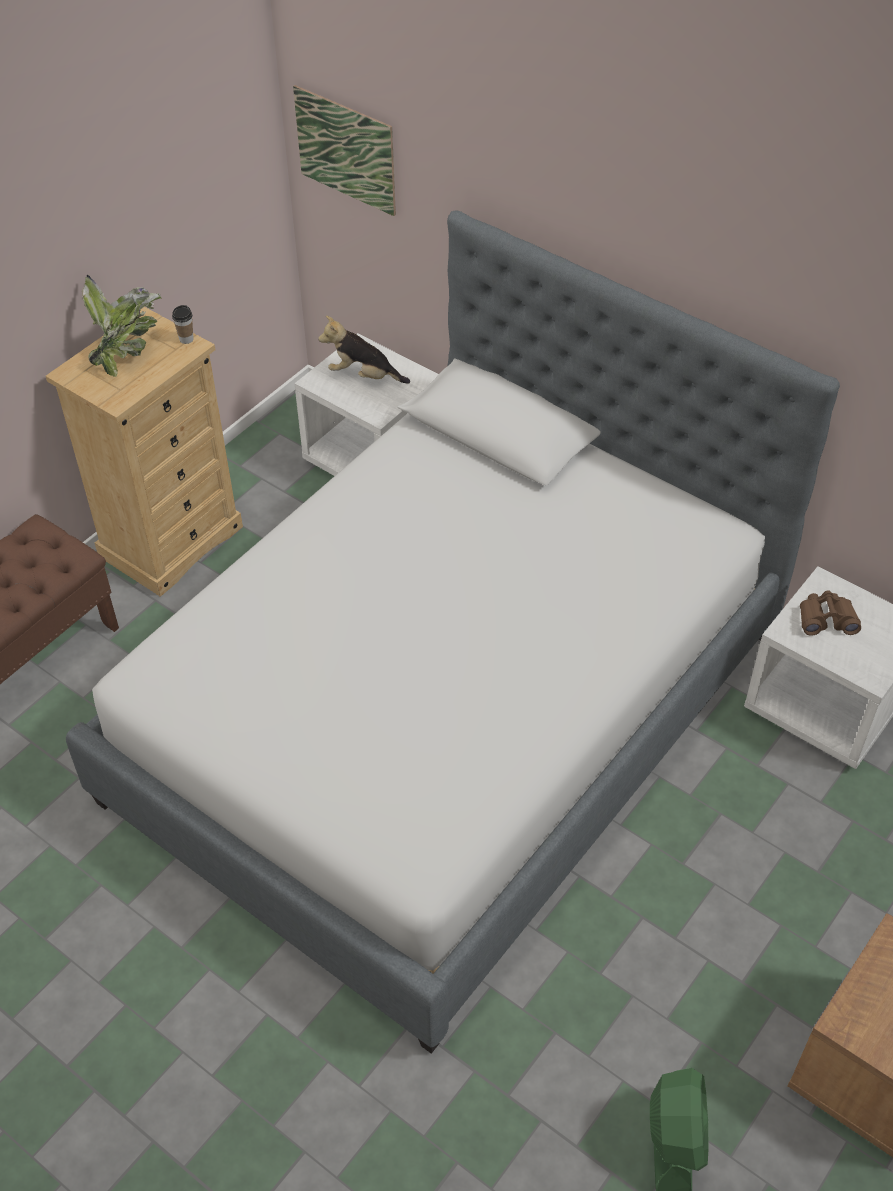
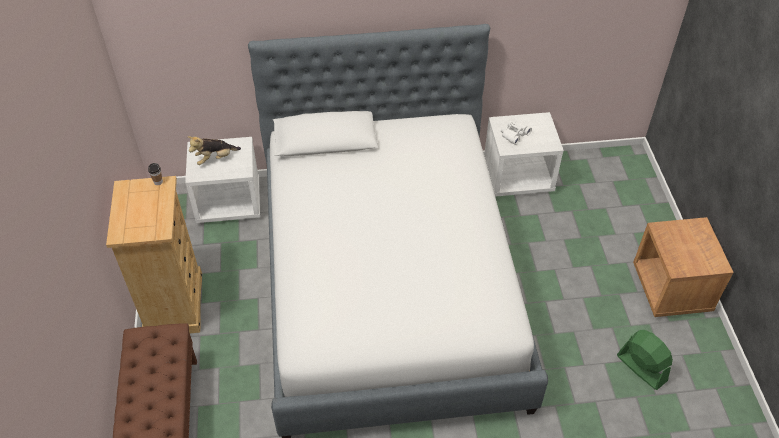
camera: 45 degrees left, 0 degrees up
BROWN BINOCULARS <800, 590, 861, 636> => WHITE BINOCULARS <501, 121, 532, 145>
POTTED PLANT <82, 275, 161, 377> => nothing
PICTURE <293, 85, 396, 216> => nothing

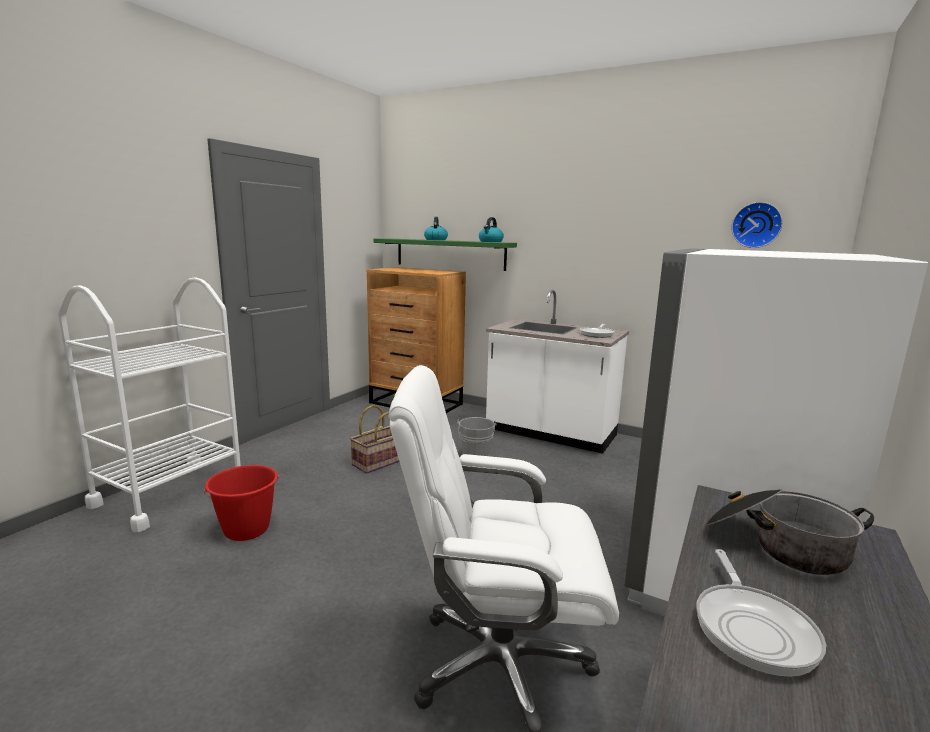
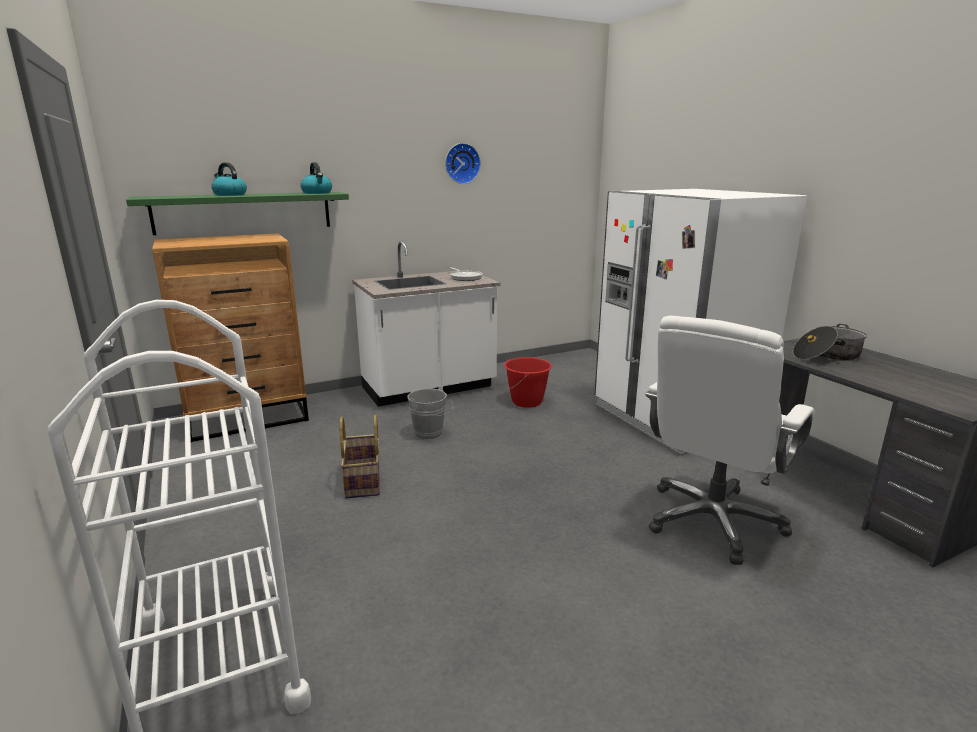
camera: 55 degrees left, 5 degrees up
WALL CLOCK <731, 202, 783, 248> => WALL CLOCK <445, 143, 481, 184>, move
RED BUCKET <204, 465, 279, 541> => RED BUCKET <504, 357, 552, 408>, move
FRYING PAN <696, 549, 826, 676> => nothing

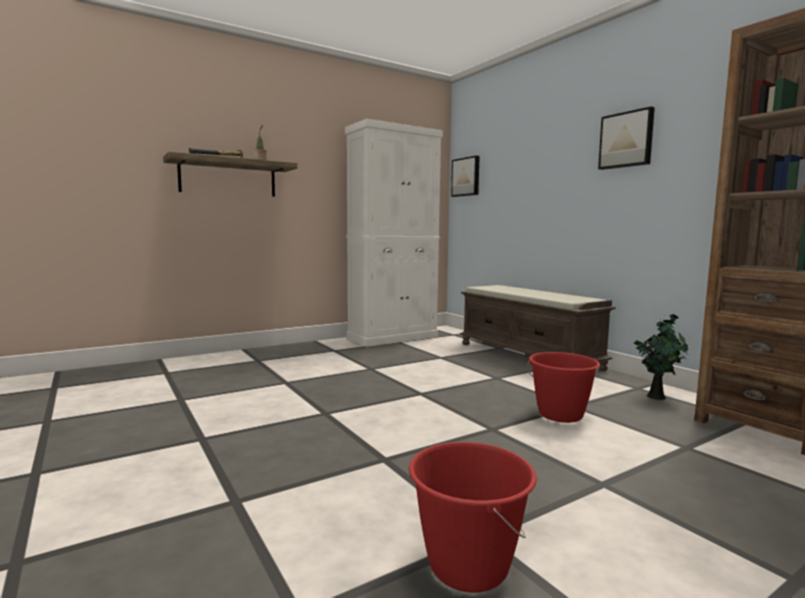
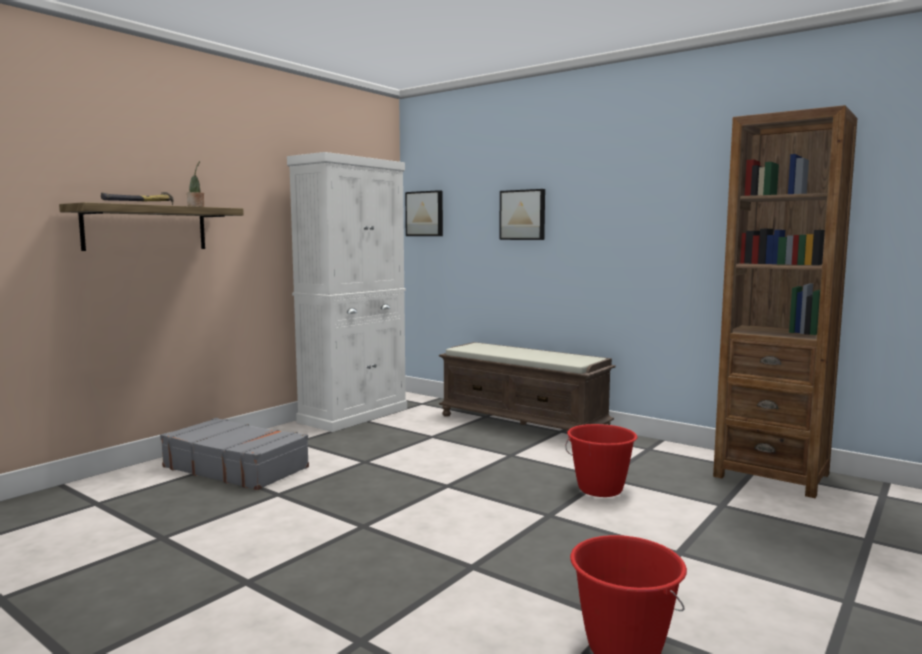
camera: 20 degrees left, 0 degrees up
nothing => GREY SUITCASE <160, 418, 309, 490>
PICTURE <598, 106, 655, 170> => PICTURE <499, 189, 545, 240>, move
POTTED PLANT <634, 314, 688, 400> => nothing

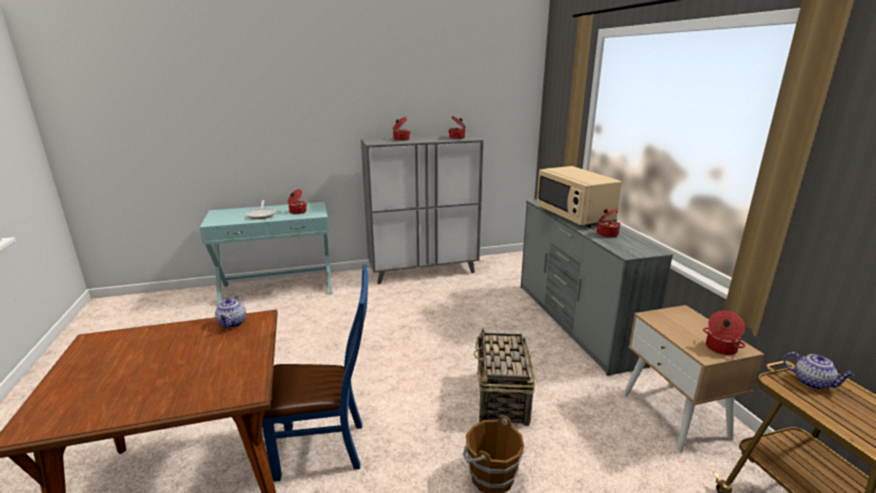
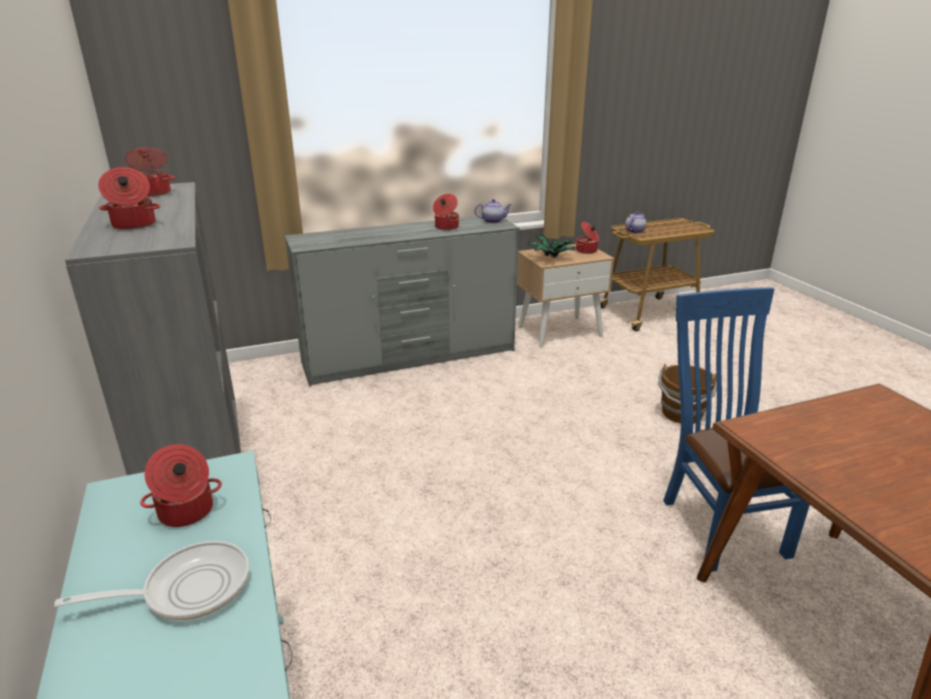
camera: 95 degrees left, 5 degrees up
TEAPOT <215, 295, 246, 328> => TEAPOT <475, 199, 512, 223>, move
nothing => POTTED PLANT <526, 235, 576, 258>
BASKET <474, 328, 535, 426> => nothing
BEIGE MICROWAVE <536, 166, 622, 228> => nothing

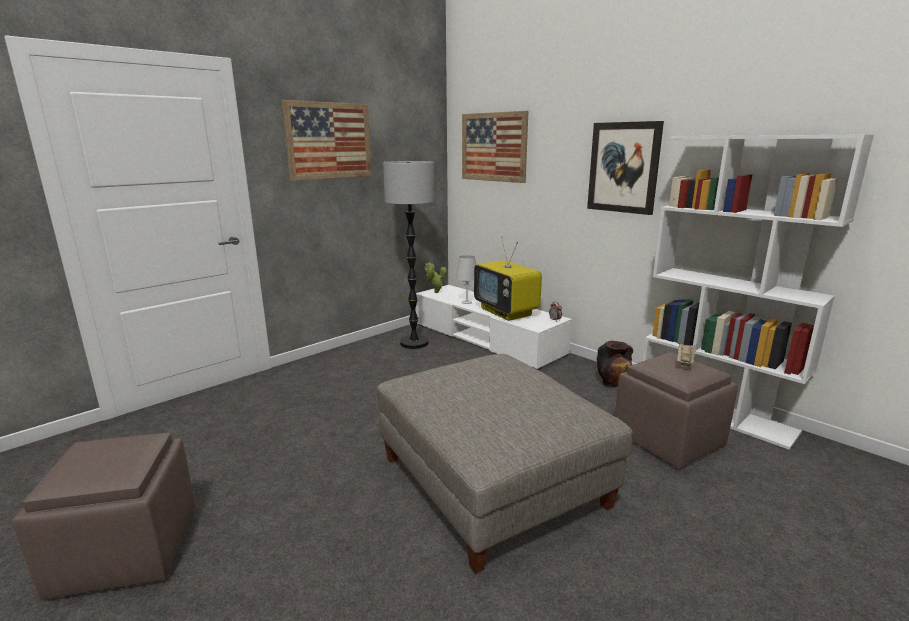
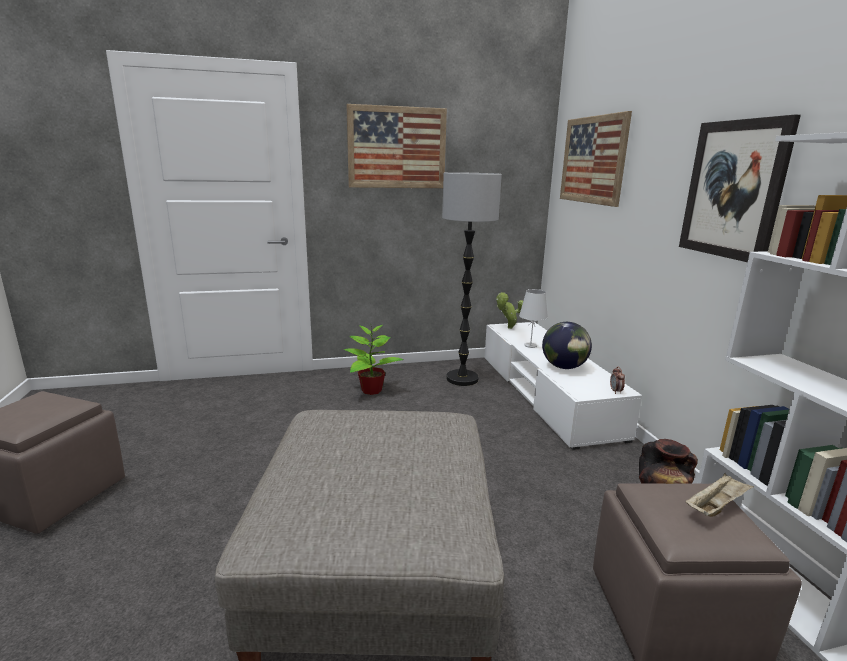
camera: 30 degrees right, 0 degrees up
nothing => POTTED PLANT <344, 323, 404, 395>
TELEVISION <474, 237, 542, 321> => GLOBE <542, 322, 592, 369>

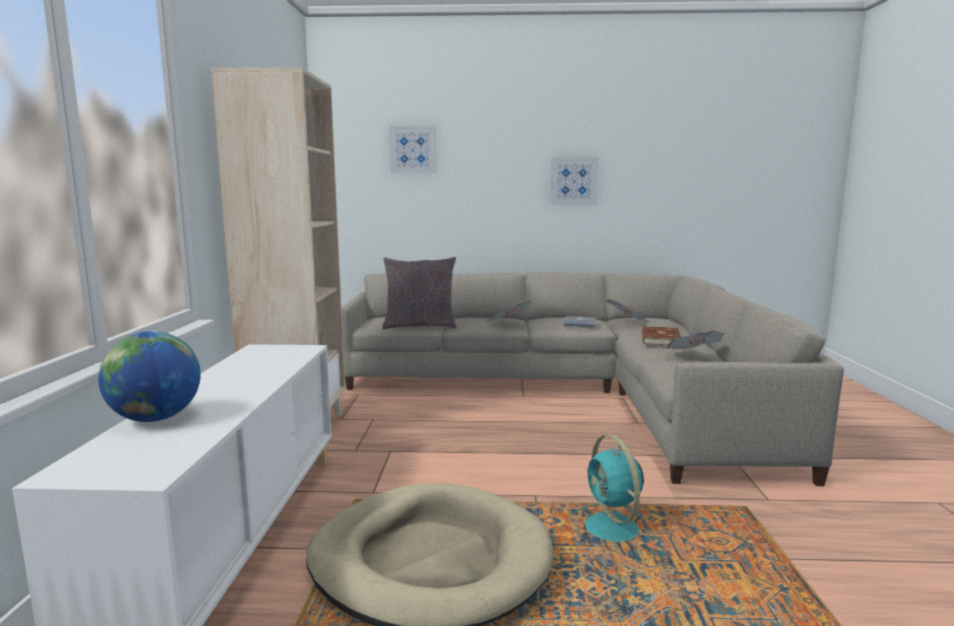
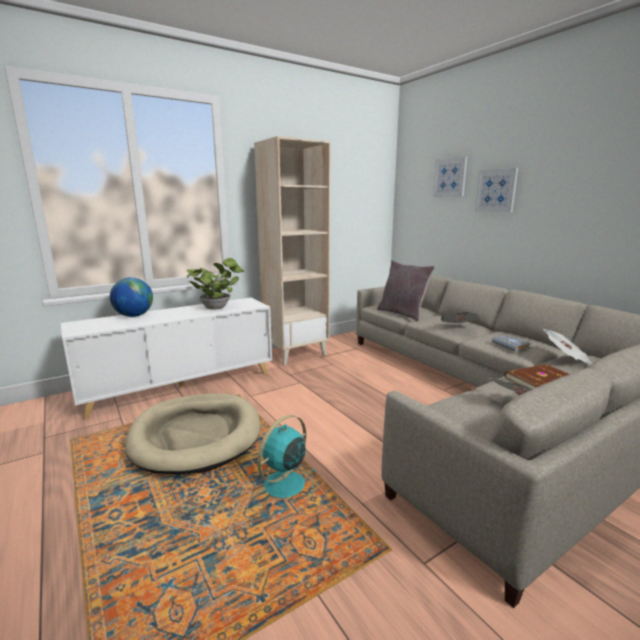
camera: 55 degrees right, 5 degrees up
nothing => POTTED PLANT <187, 258, 244, 310>
PICTURE <550, 157, 599, 205> => PICTURE <475, 168, 518, 212>, move

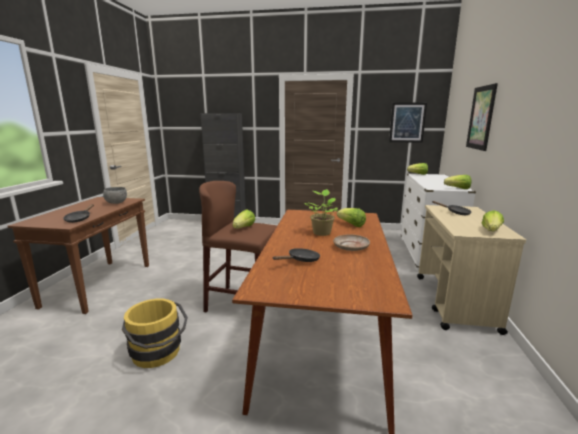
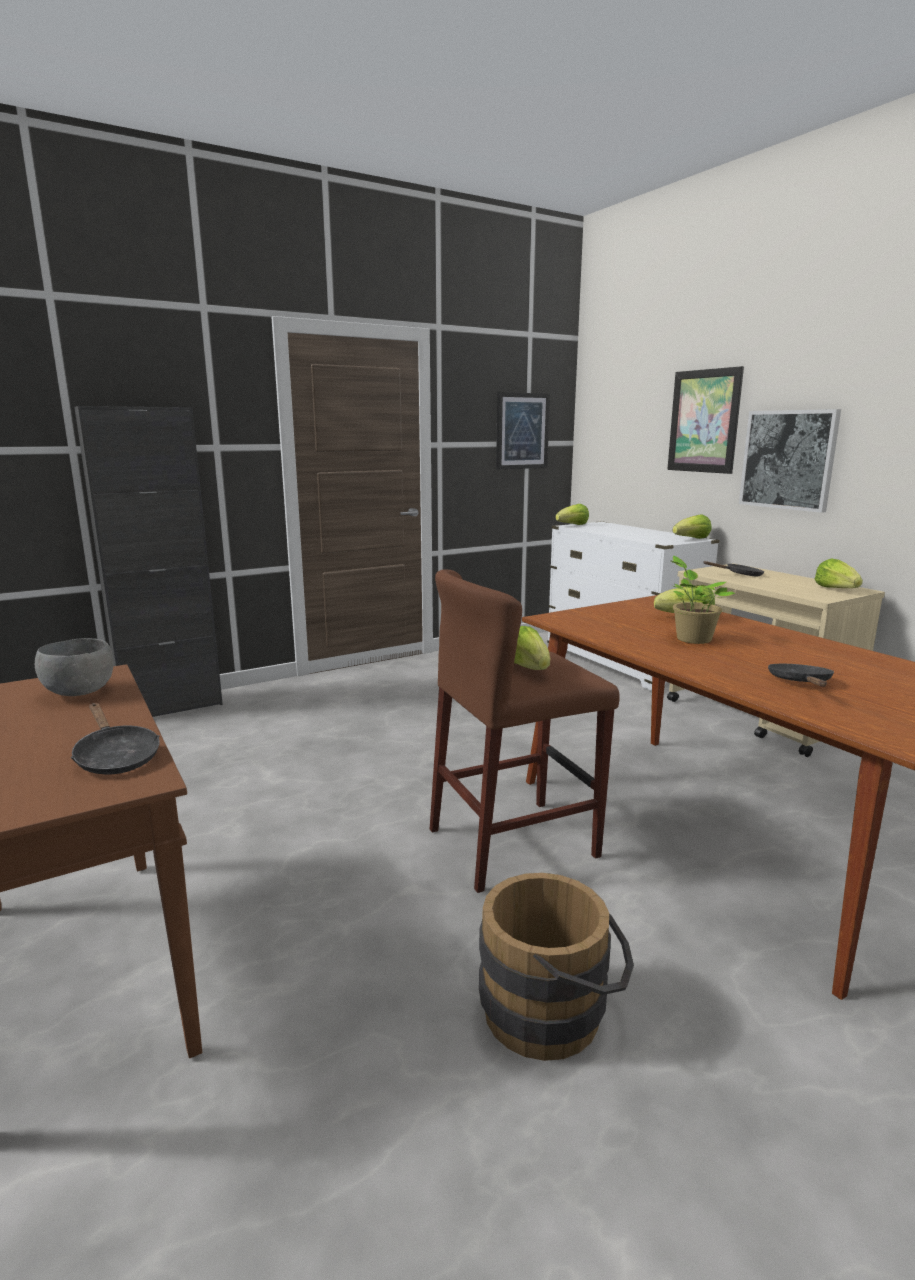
camera: 40 degrees left, 0 degrees up
YELLOW BUCKET <122, 299, 188, 368> => BROWN BUCKET <479, 873, 634, 1061>
nothing => PICTURE <739, 409, 841, 513>
BEIGE PLATE <333, 234, 370, 251> => nothing

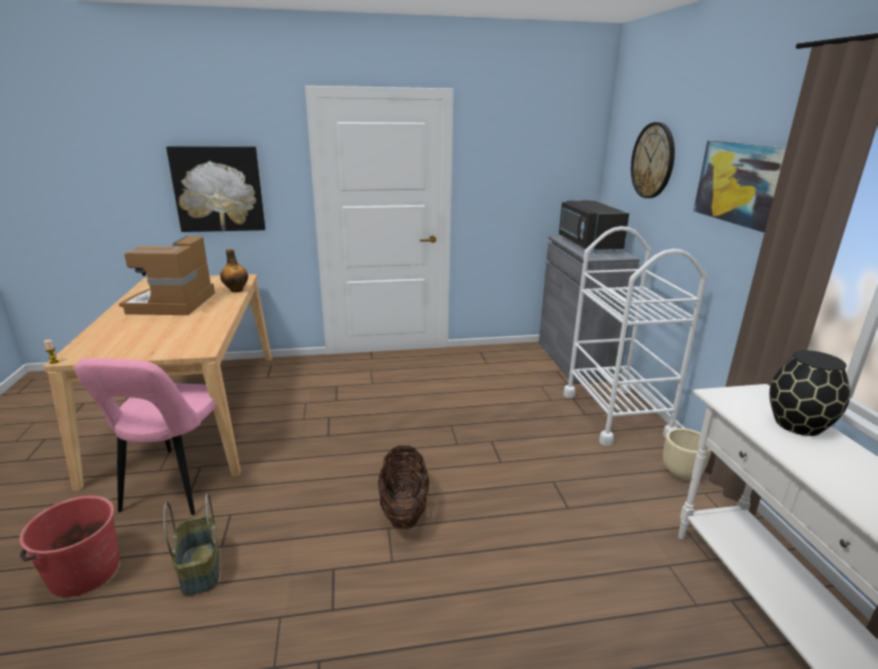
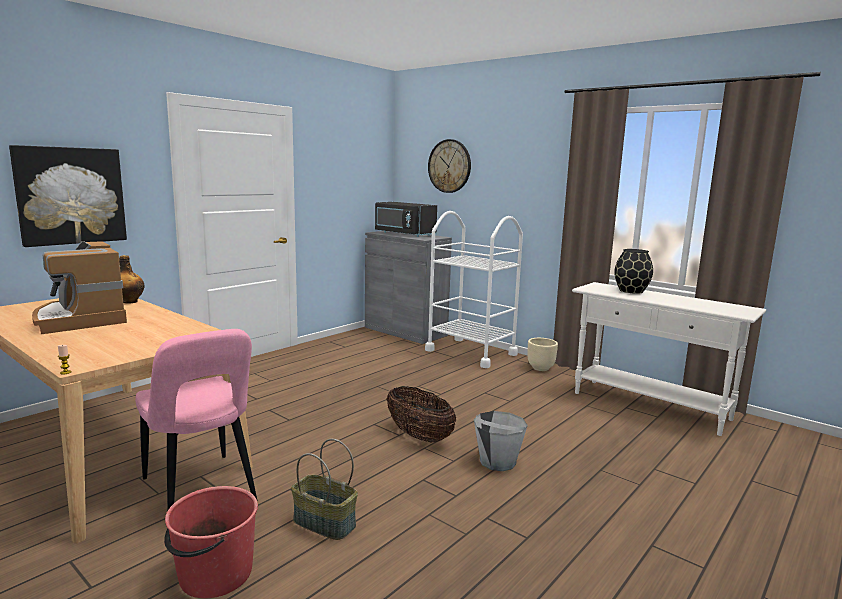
camera: 40 degrees left, 10 degrees down
nothing => GREY BUCKET <474, 411, 528, 471>
PICTURE <693, 141, 786, 233> => nothing

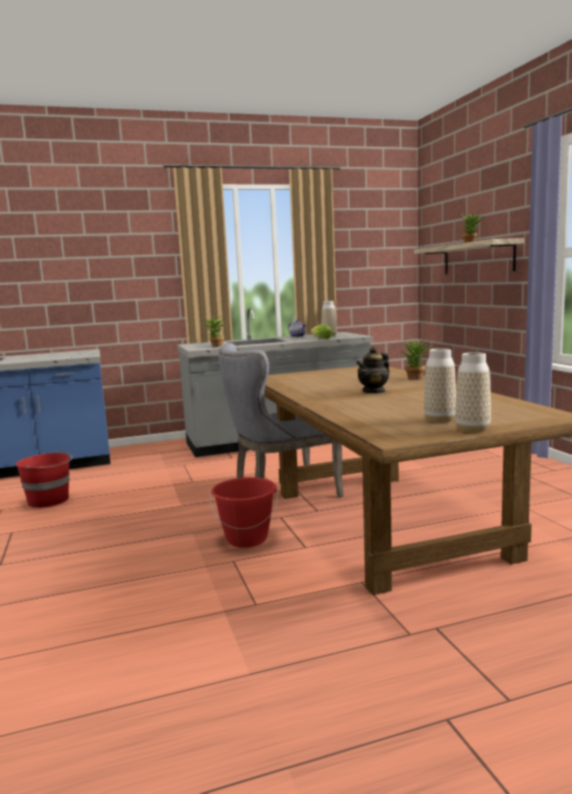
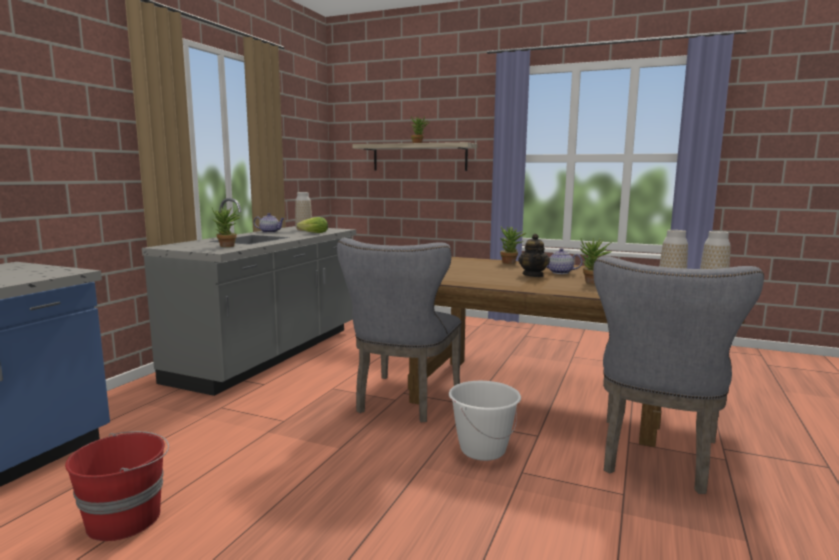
camera: 50 degrees left, 0 degrees up
RED BUCKET <210, 477, 278, 548> => WHITE BUCKET <449, 381, 521, 461>
nothing => TEAPOT <547, 248, 582, 274>
nothing => POTTED PLANT <580, 238, 612, 284>
nothing => GREY CHAIR <593, 256, 764, 494>

